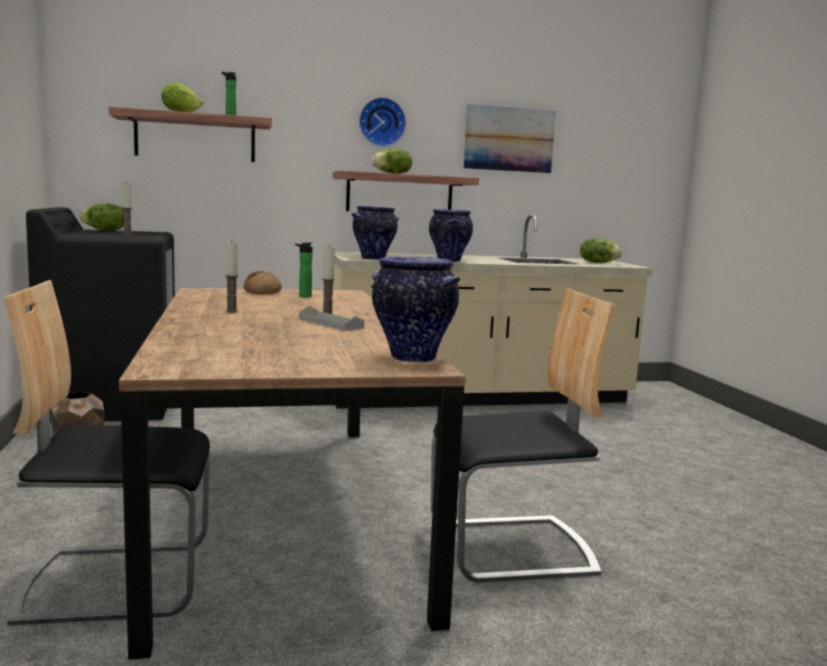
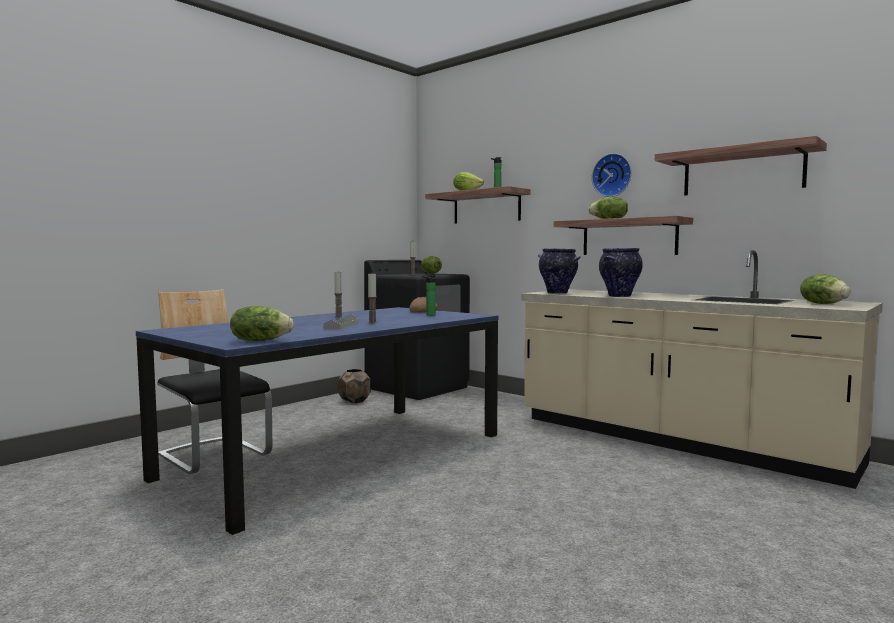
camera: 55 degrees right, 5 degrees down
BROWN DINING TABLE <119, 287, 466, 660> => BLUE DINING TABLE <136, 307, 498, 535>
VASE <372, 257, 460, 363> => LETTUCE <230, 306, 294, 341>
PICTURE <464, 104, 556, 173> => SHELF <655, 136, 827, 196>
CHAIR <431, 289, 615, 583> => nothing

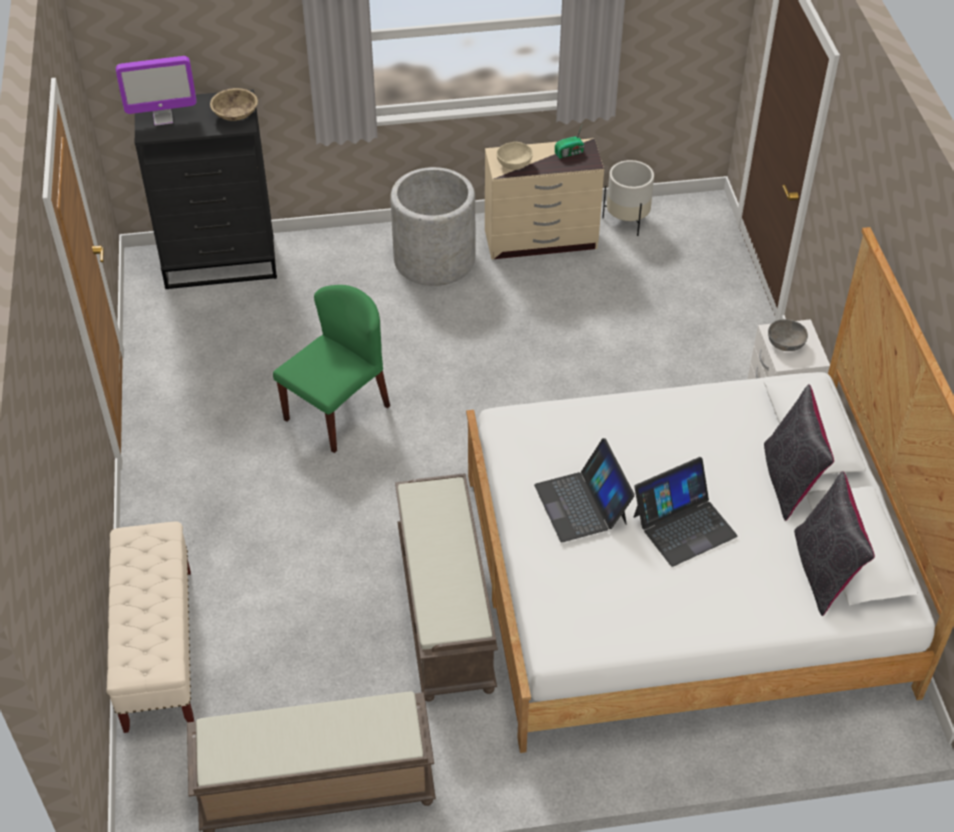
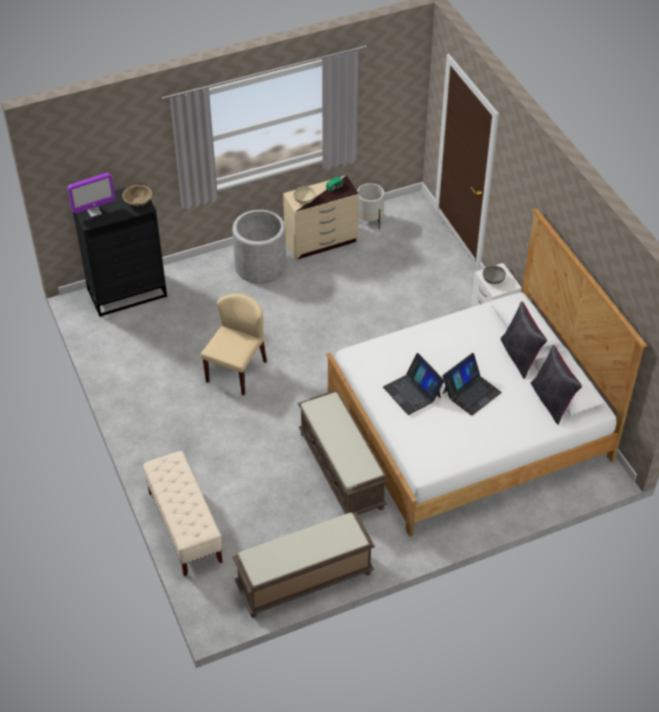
camera: 15 degrees left, 0 degrees up
GREEN CHAIR <273, 285, 390, 453> => BEIGE CHAIR <201, 294, 267, 395>

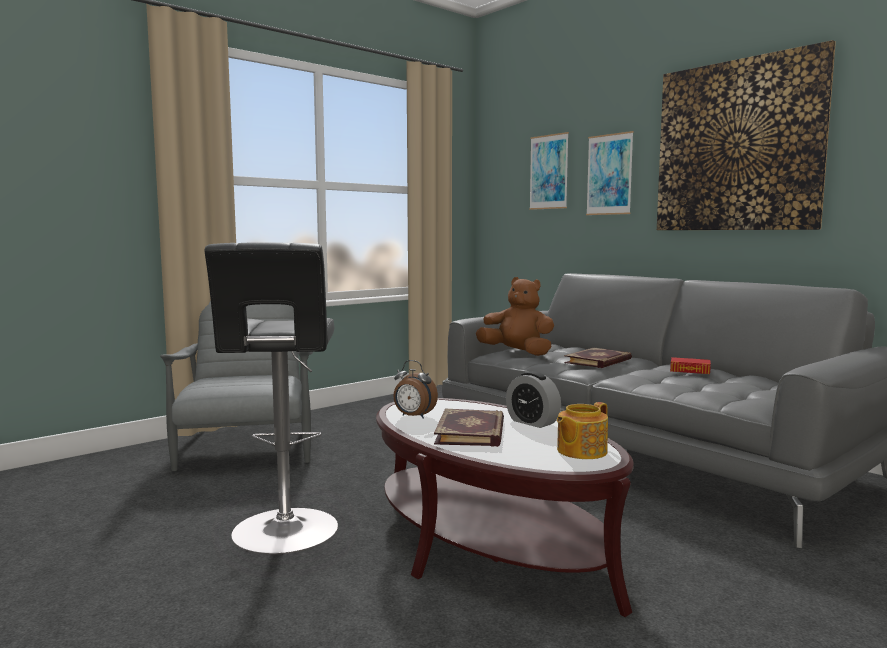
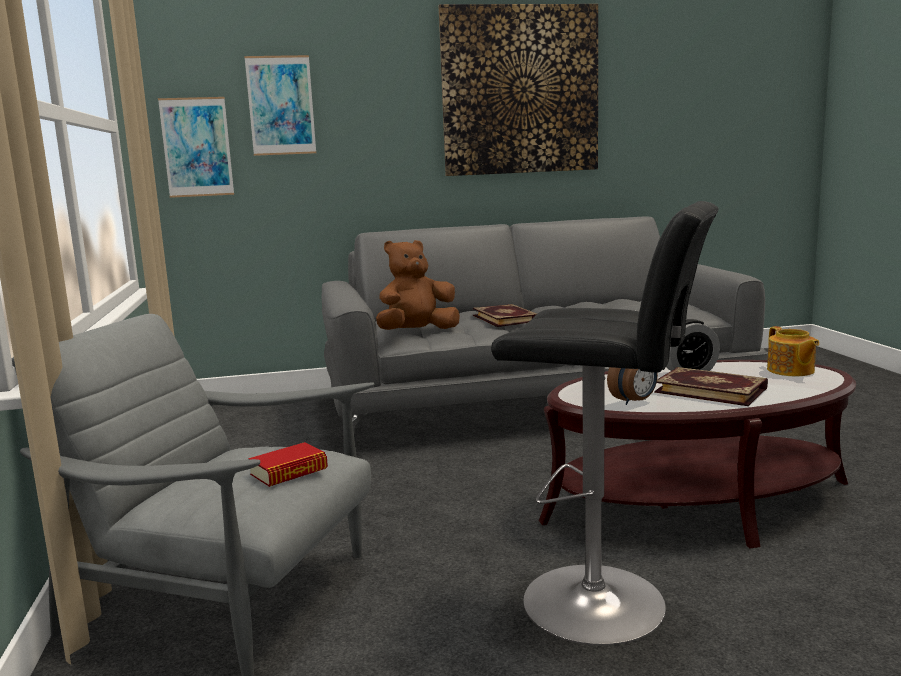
camera: 60 degrees left, 5 degrees up
PICTURE <586, 131, 634, 215> => PICTURE <158, 97, 234, 198>, move
BOOK <670, 357, 711, 374> => BOOK <249, 442, 328, 487>, move

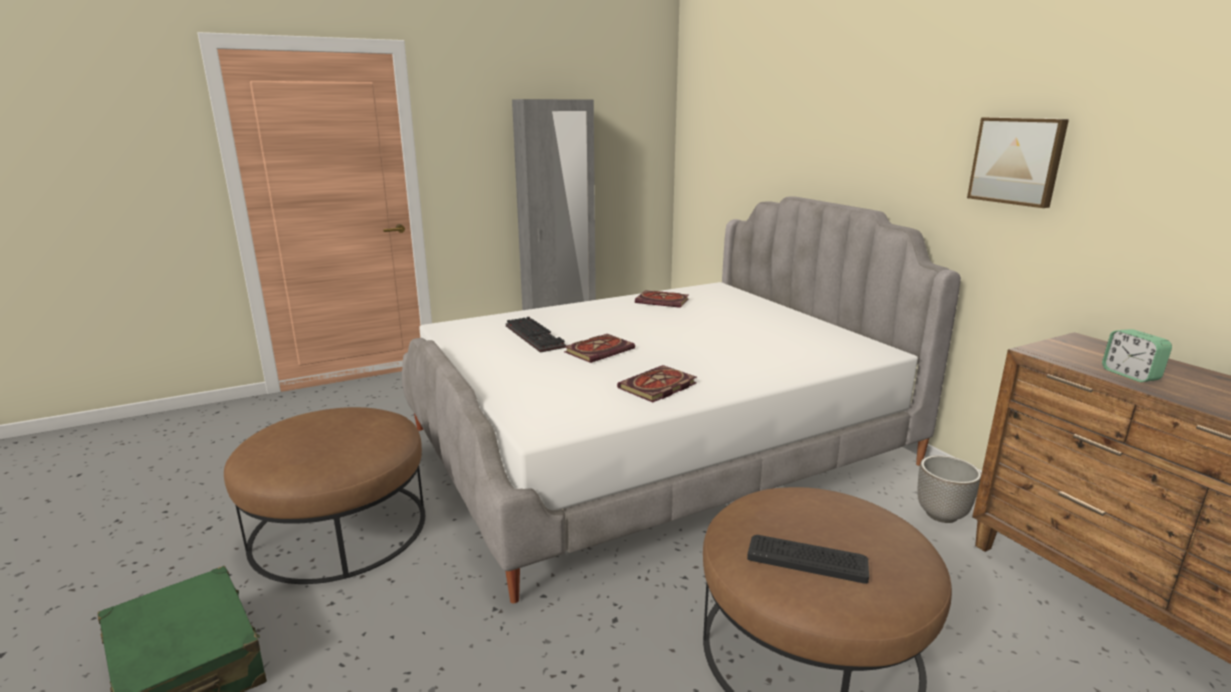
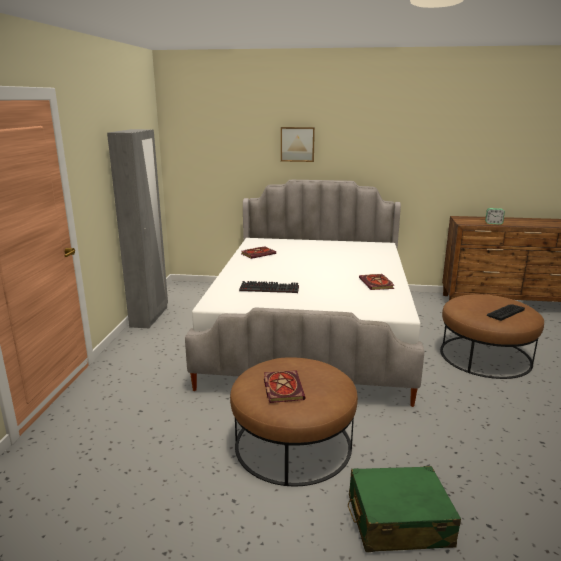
camera: 55 degrees left, 0 degrees up
BOOK <564, 334, 635, 363> => BOOK <264, 370, 305, 403>, move
PICTURE <967, 117, 1069, 208> => PICTURE <281, 127, 315, 162>, move
PLANTER <917, 455, 981, 523> => nothing

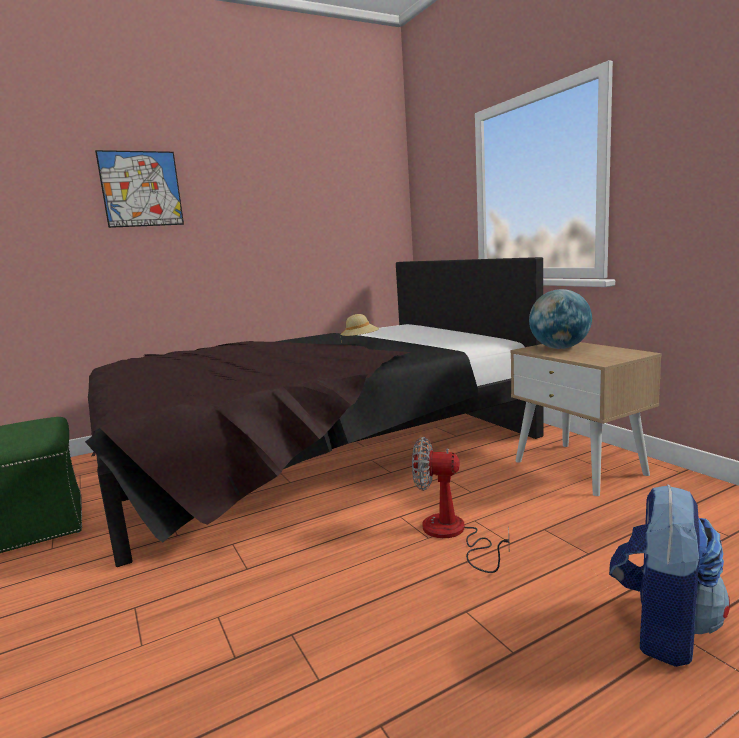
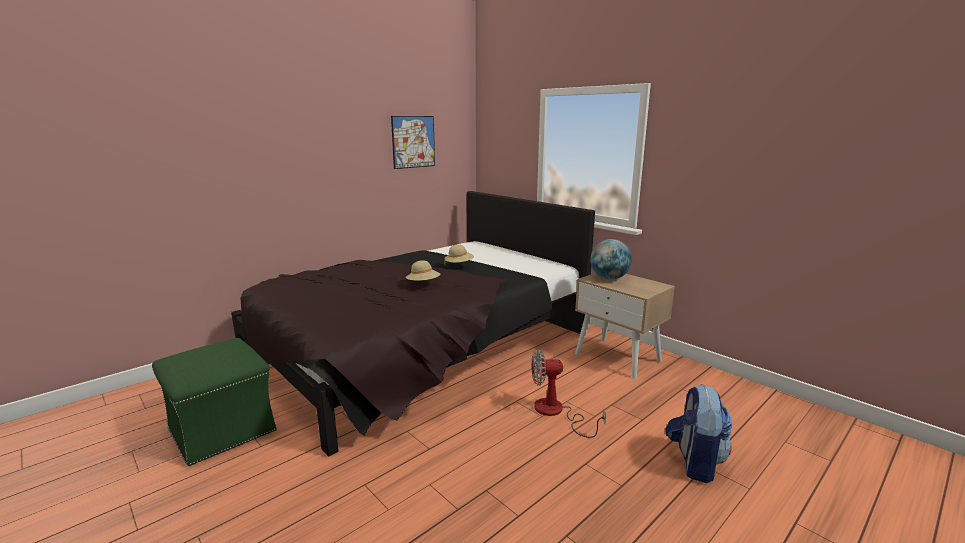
camera: 15 degrees left, 5 degrees up
PICTURE <95, 150, 184, 228> => PICTURE <391, 116, 435, 169>, move
nothing => BEIGE HAT <406, 260, 440, 281>

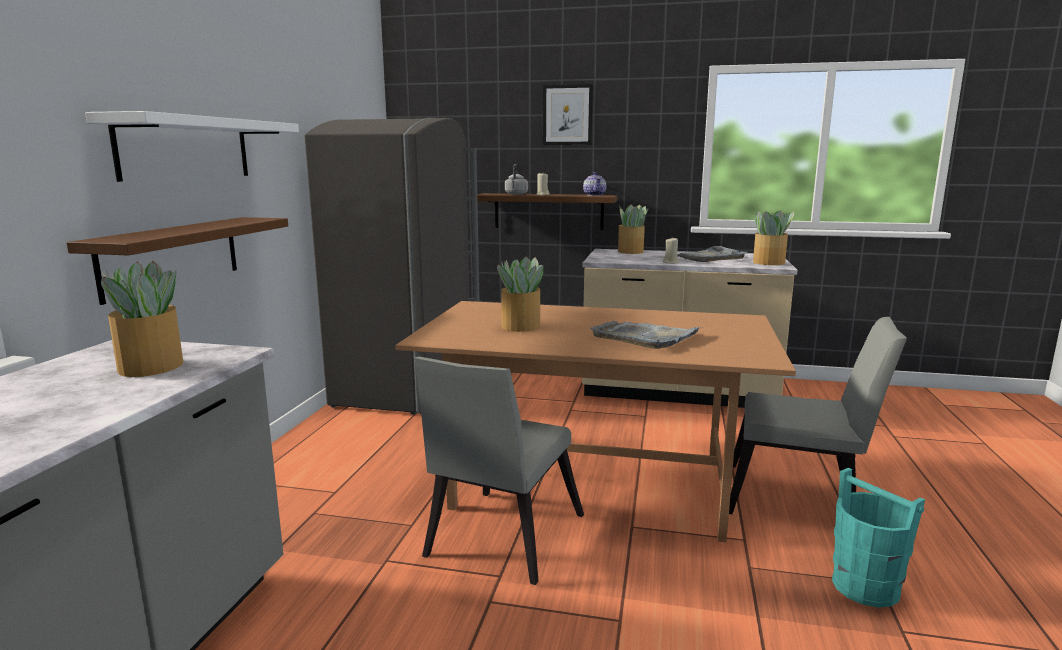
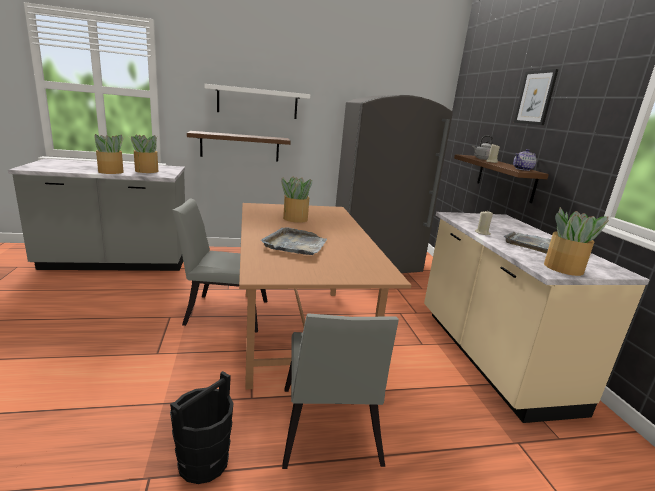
camera: 65 degrees right, 5 degrees up
POTTED PLANT <618, 204, 649, 254> => POTTED PLANT <94, 134, 125, 174>, move
TURQUOISE BUCKET <832, 468, 925, 608> => BLACK BUCKET <170, 371, 234, 484>

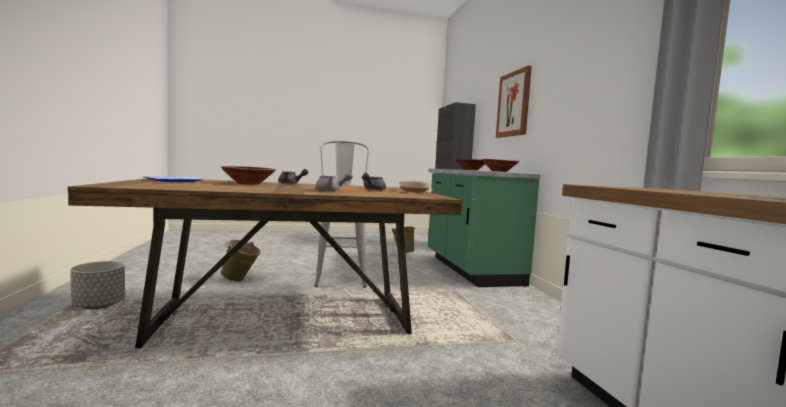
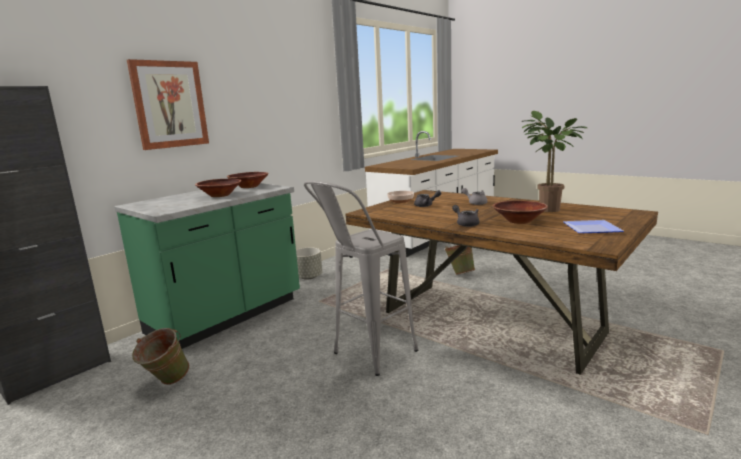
camera: 125 degrees left, 10 degrees up
GREY PLANTER <70, 261, 125, 309> => GREY PLANTER <296, 248, 322, 280>, move
GREEN BUCKET <221, 240, 261, 282> => GREEN BUCKET <445, 245, 475, 275>, move
nothing => POTTED PLANT <521, 111, 587, 212>

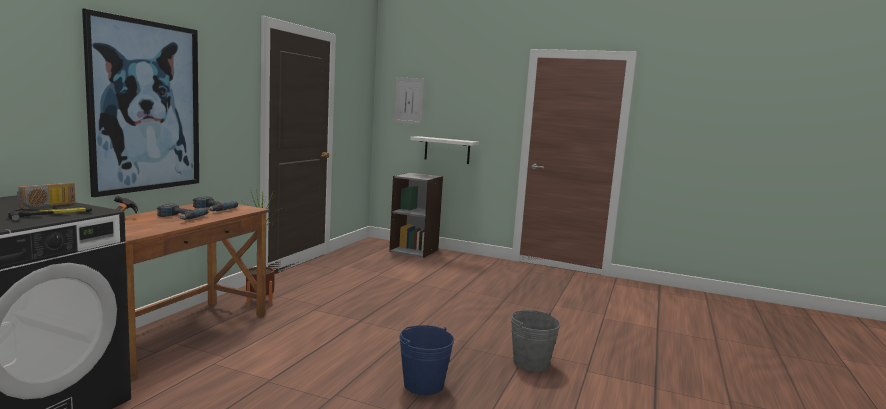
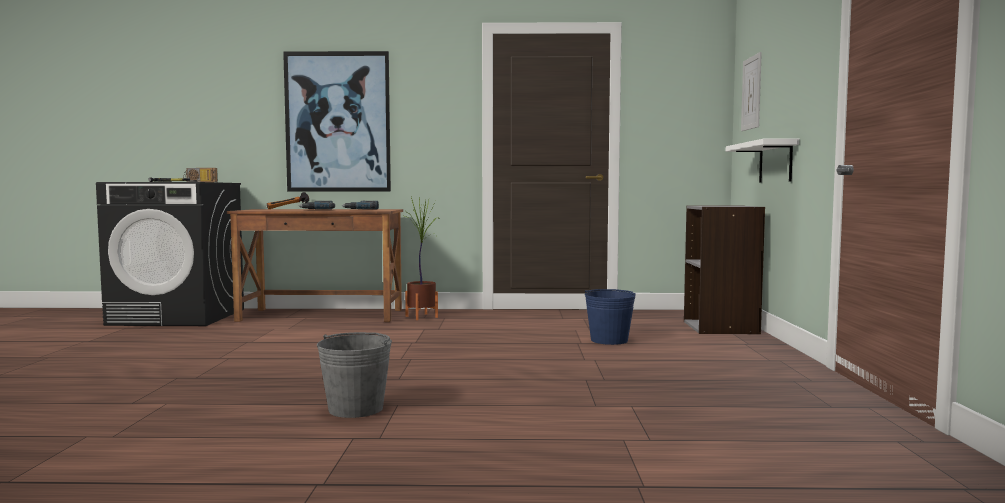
camera: 70 degrees right, 5 degrees down
BLUE BUCKET <399, 325, 454, 395> => BLUE BUCKET <585, 289, 636, 345>, move

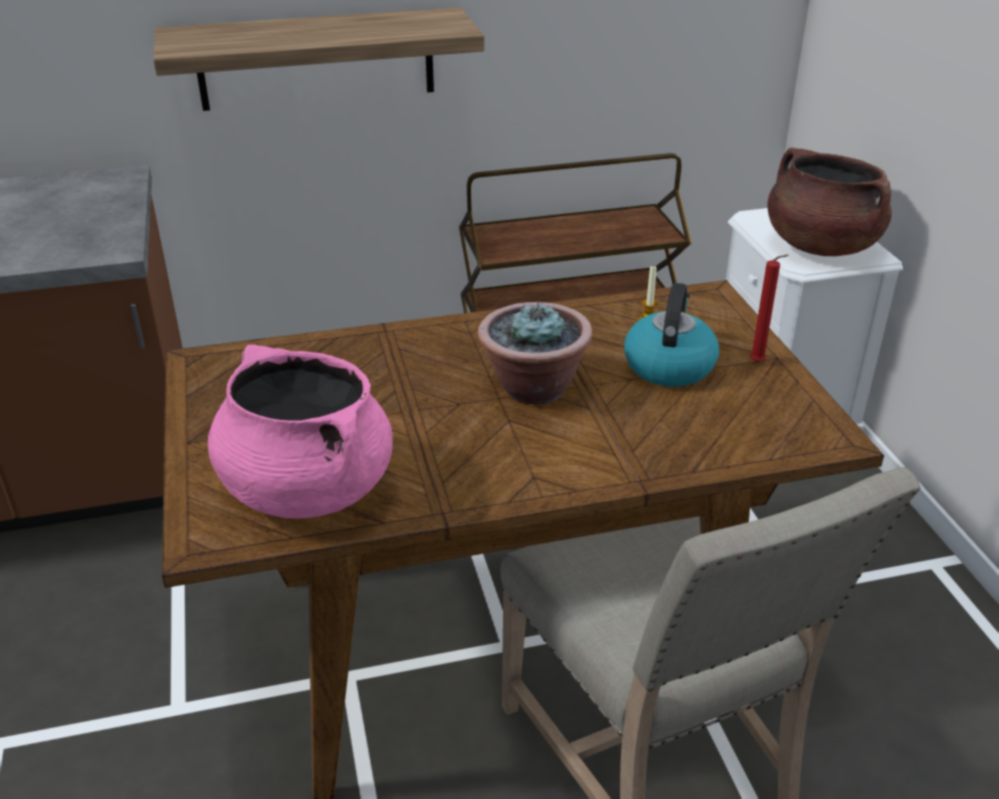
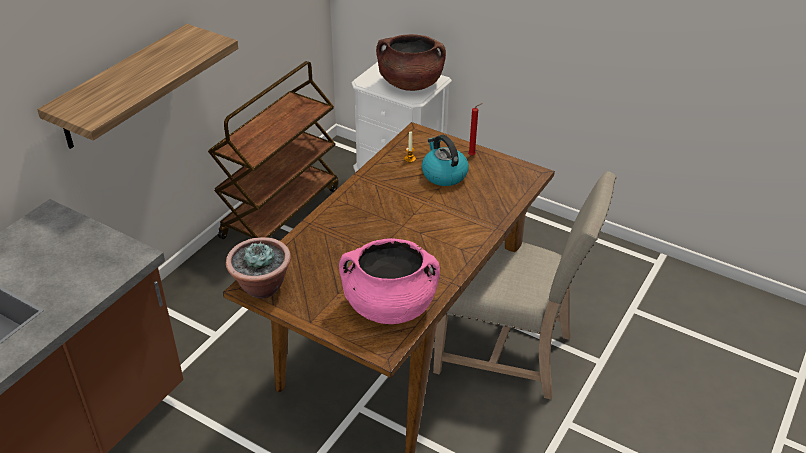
camera: 45 degrees left, 5 degrees up
POTTED PLANT <478, 301, 593, 405> => POTTED PLANT <226, 237, 291, 298>, move

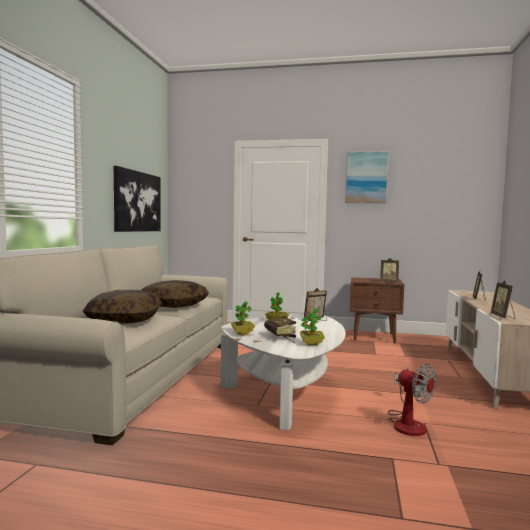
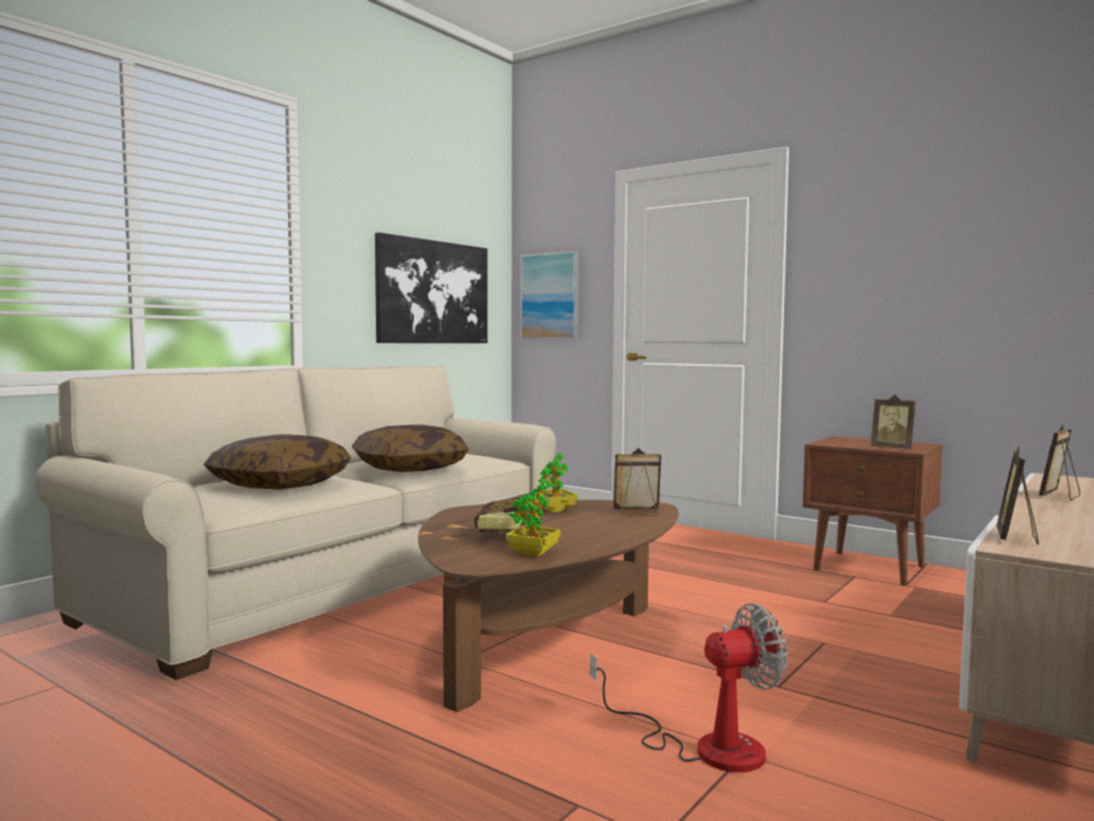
camera: 25 degrees right, 0 degrees up
WHITE COFFEE TABLE <221, 314, 345, 431> => BROWN COFFEE TABLE <418, 500, 679, 712>
PICTURE <345, 151, 389, 203> => PICTURE <521, 251, 579, 339>, move
FAN <388, 364, 437, 436> => FAN <590, 603, 788, 772>, 90 degrees counterclockwise
POTTED PLANT <231, 301, 255, 335> => nothing

